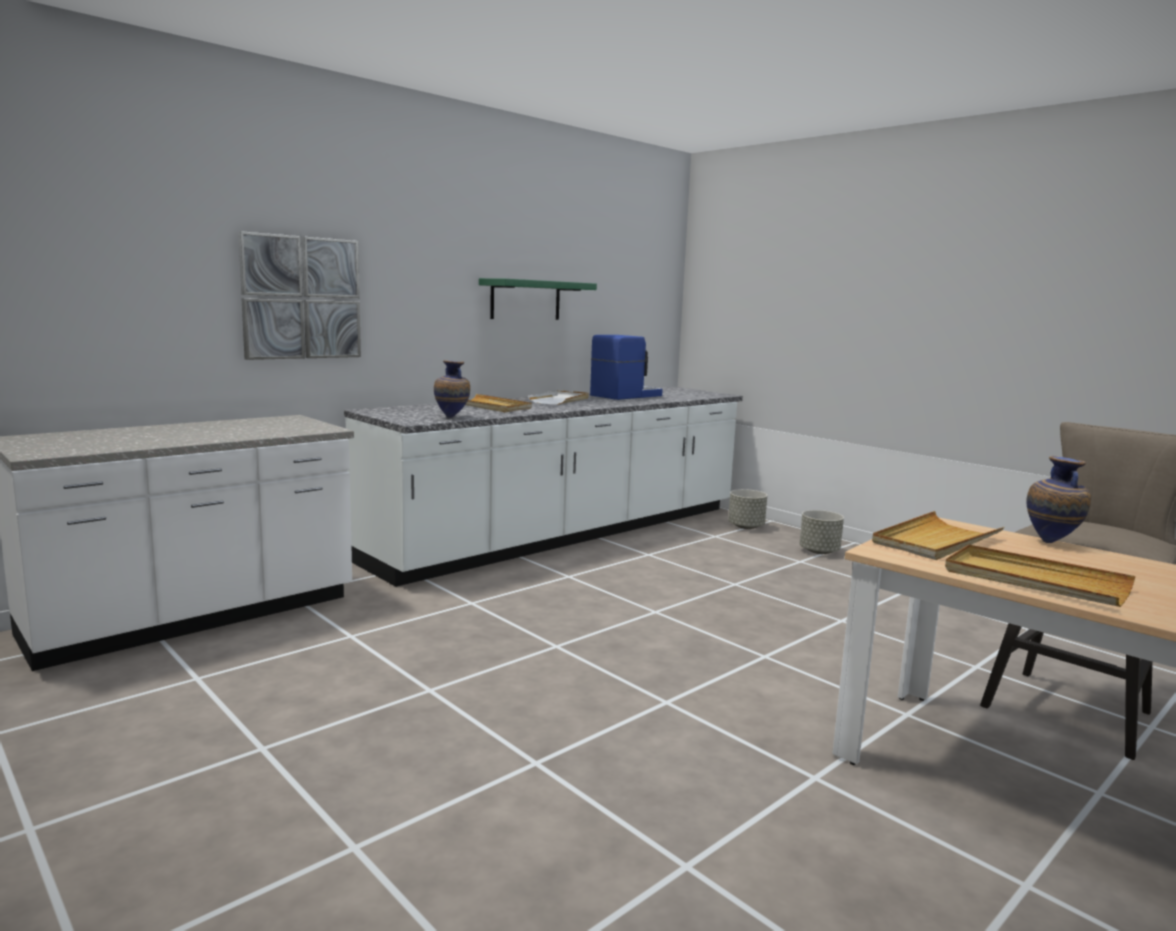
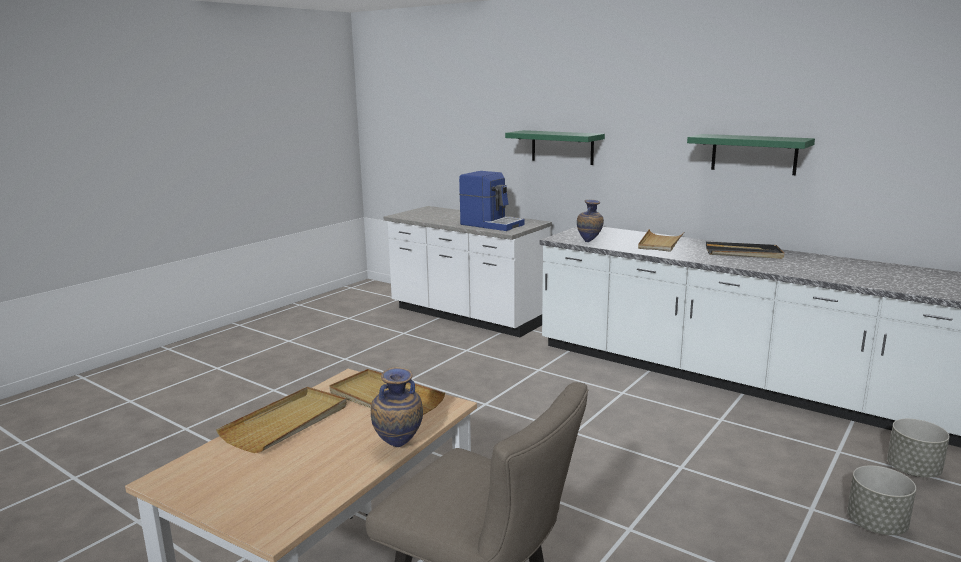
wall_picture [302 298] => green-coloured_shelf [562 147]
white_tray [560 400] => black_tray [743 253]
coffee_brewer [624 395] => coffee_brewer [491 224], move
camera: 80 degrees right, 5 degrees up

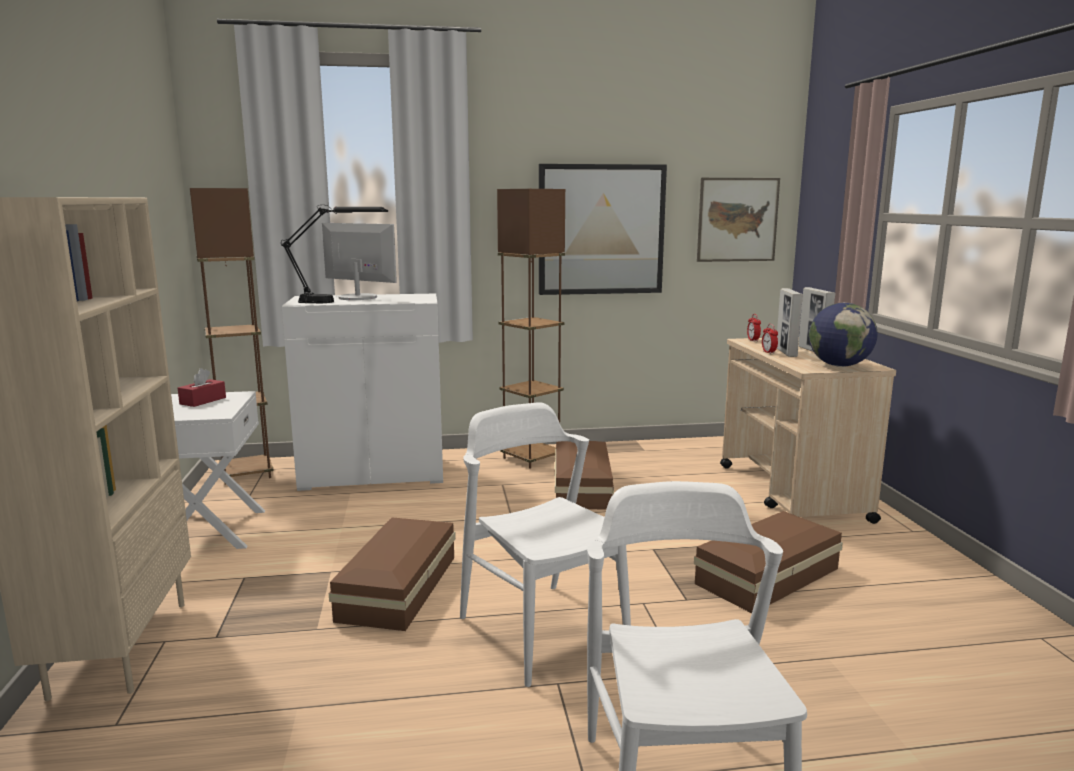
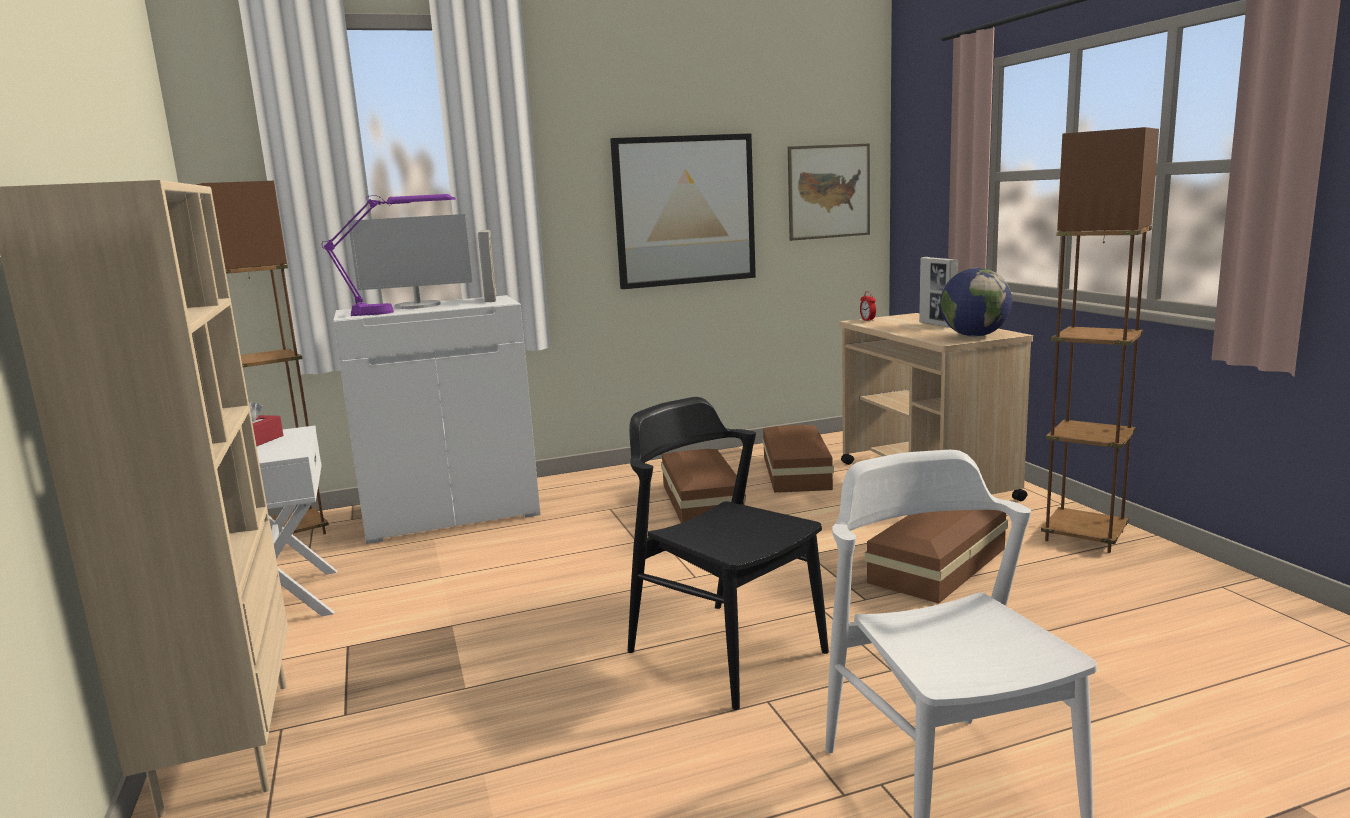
black_table_lamp [338 302] => purple_table_lamp [399 311]
computer_screen [358 297] => computer_screen [418 305], 150 degrees clockwise
brown_storage_bin [395 588] => brown_storage_bin [794 473], move
white_chair [542 630] => black_chair [726 651]
brown_floor_lamp [531 458] => brown_floor_lamp [1084 536], move
table_clock [768 352] => nothing
photo_frame [786 352] => photo_frame [491 299], move
camera: 10 degrees left, 0 degrees up

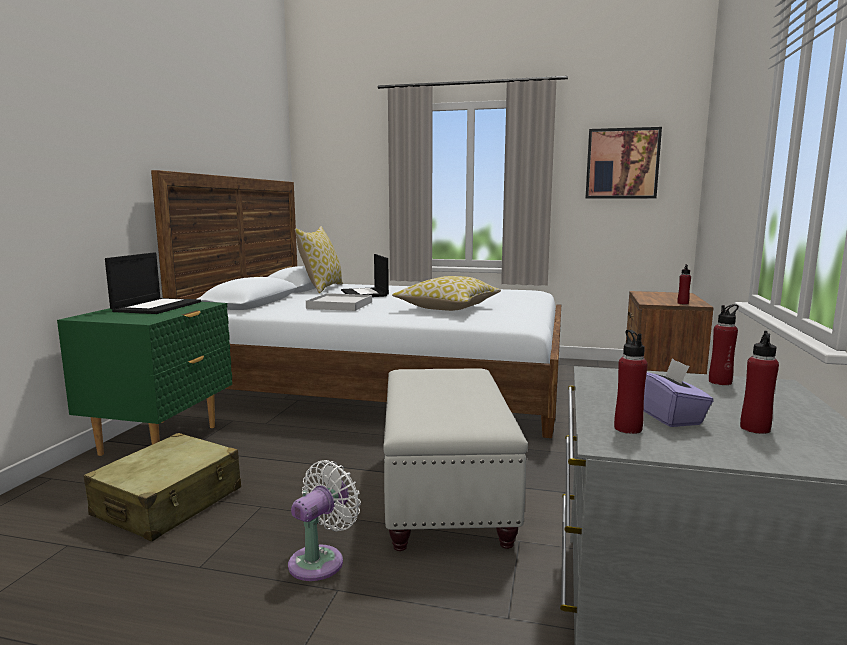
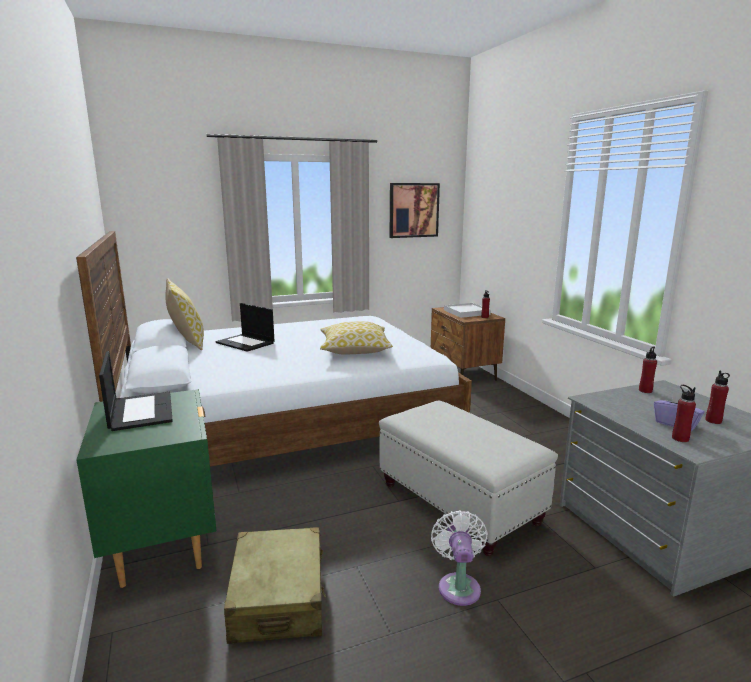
white_tray [340 305] => white_tray [466 312], move
camera: 35 degrees left, 5 degrees up

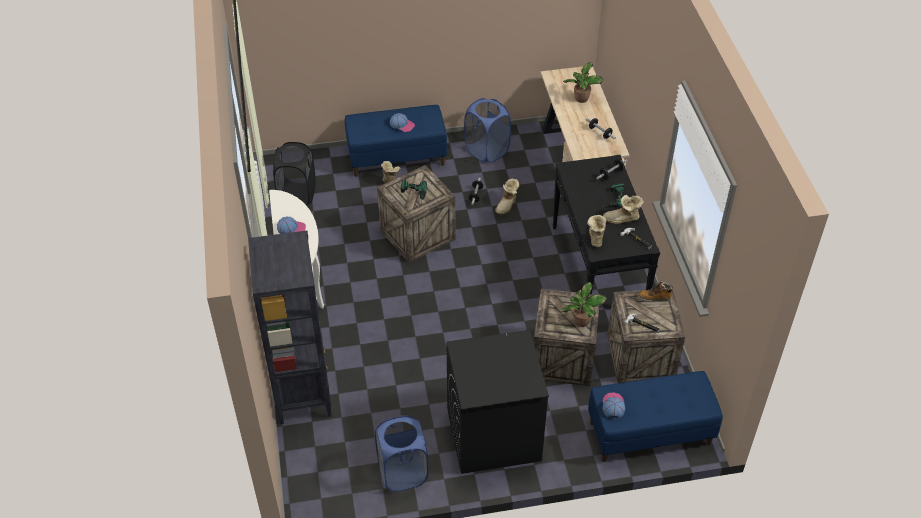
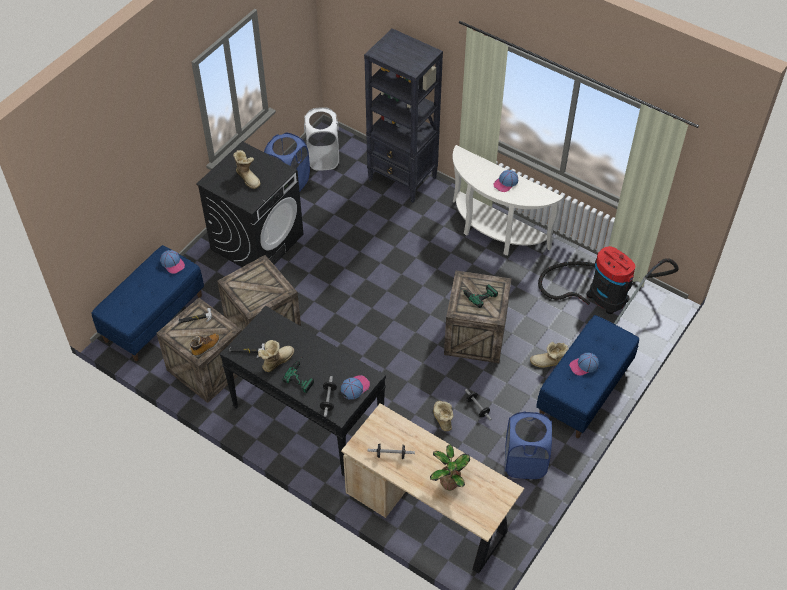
black_hamper [297 195] => hoover [603 295]
houseplant [581 322] => nothing
high-top_boot [595 237] => high-top_boot [248 178], move
nothing => white_hamper [323 158]
nothing => cap [355 387]
camera: 135 degrees right, 5 degrees up

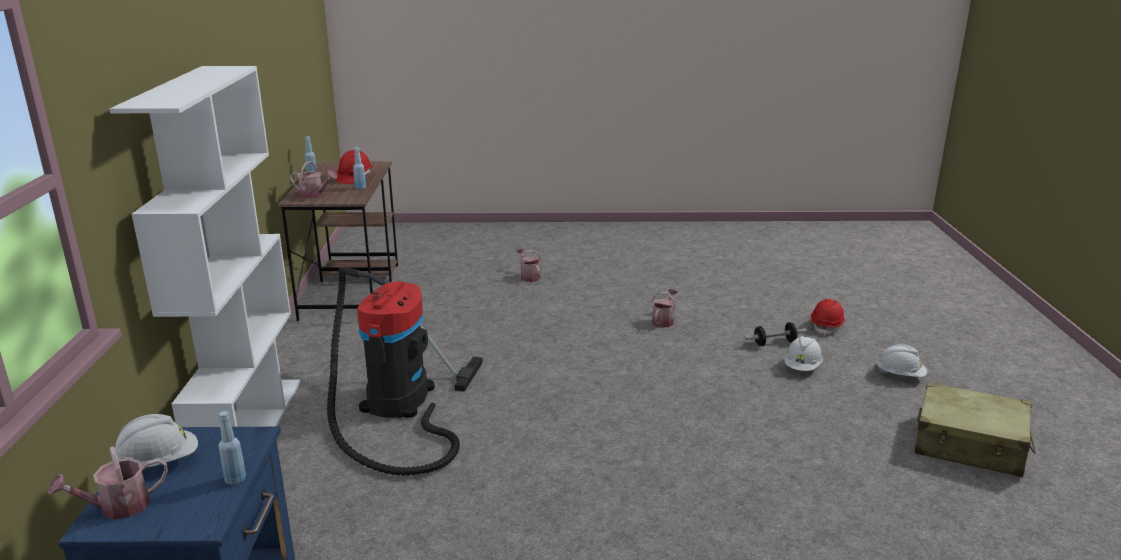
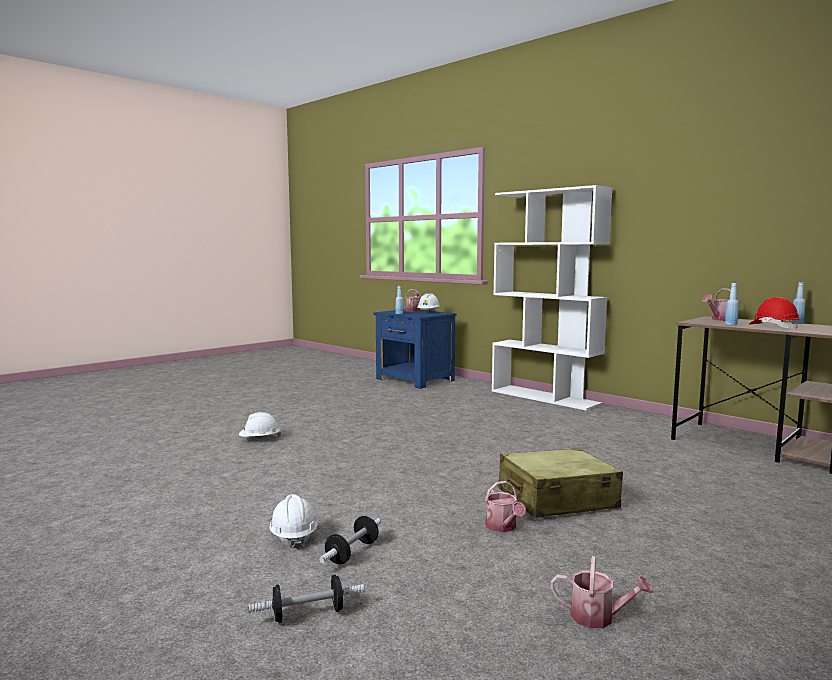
hoover [397 404] => nothing
watering_can [529 276] => watering_can [598 617], move
red-coloured_work_helmet [827 326] => free_weight [308 614]
white_work_helmet [900 375] => white_work_helmet [260 439], move
beige-coloured_suitcase [969 445] => beige-coloured_suitcase [556 499], move
camera: 135 degrees right, 15 degrees down

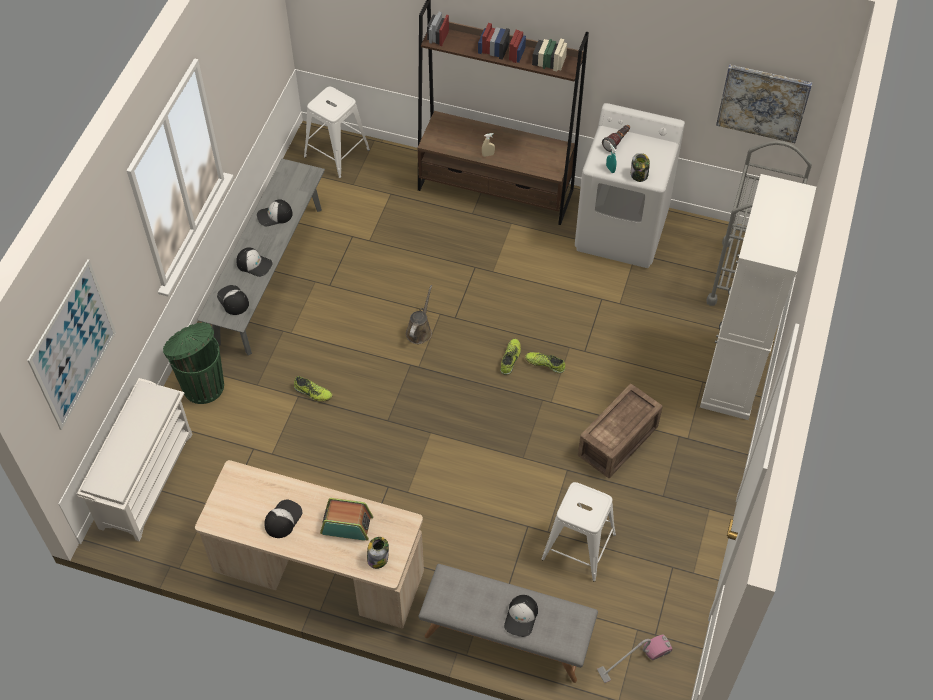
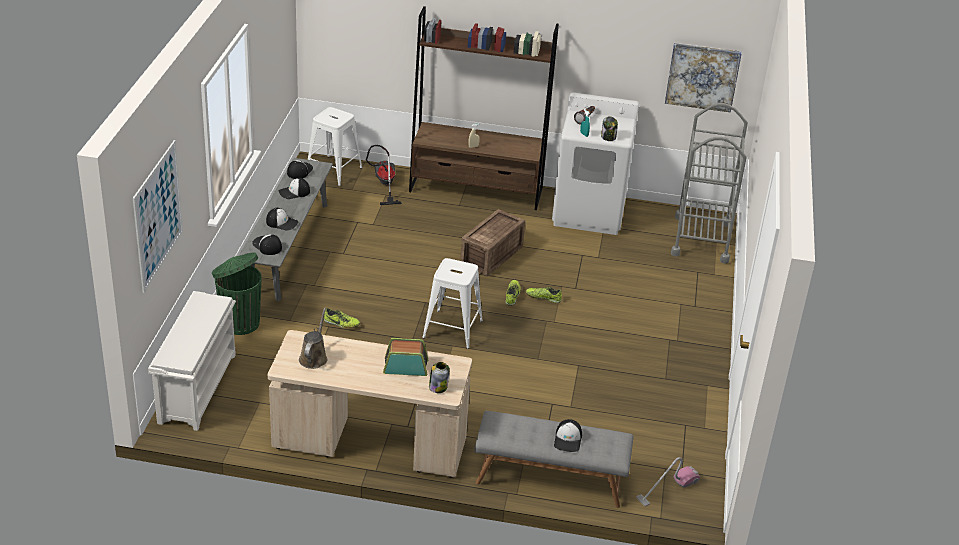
cap [282 519] => cap [299 171], move
brown_watering_can [419 330] => brown_watering_can [314 357], move
white_sitting_stool [579 546] => white_sitting_stool [453 329], move
shipping_crate [619 441] => shipping_crate [493 255], move
white_cupboard [733 374] => nothing
nothing => hoover [384 184]
camera: 10 degrees left, 20 degrees down

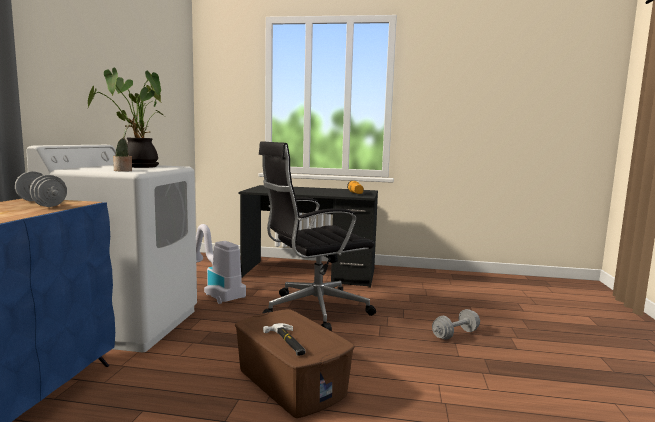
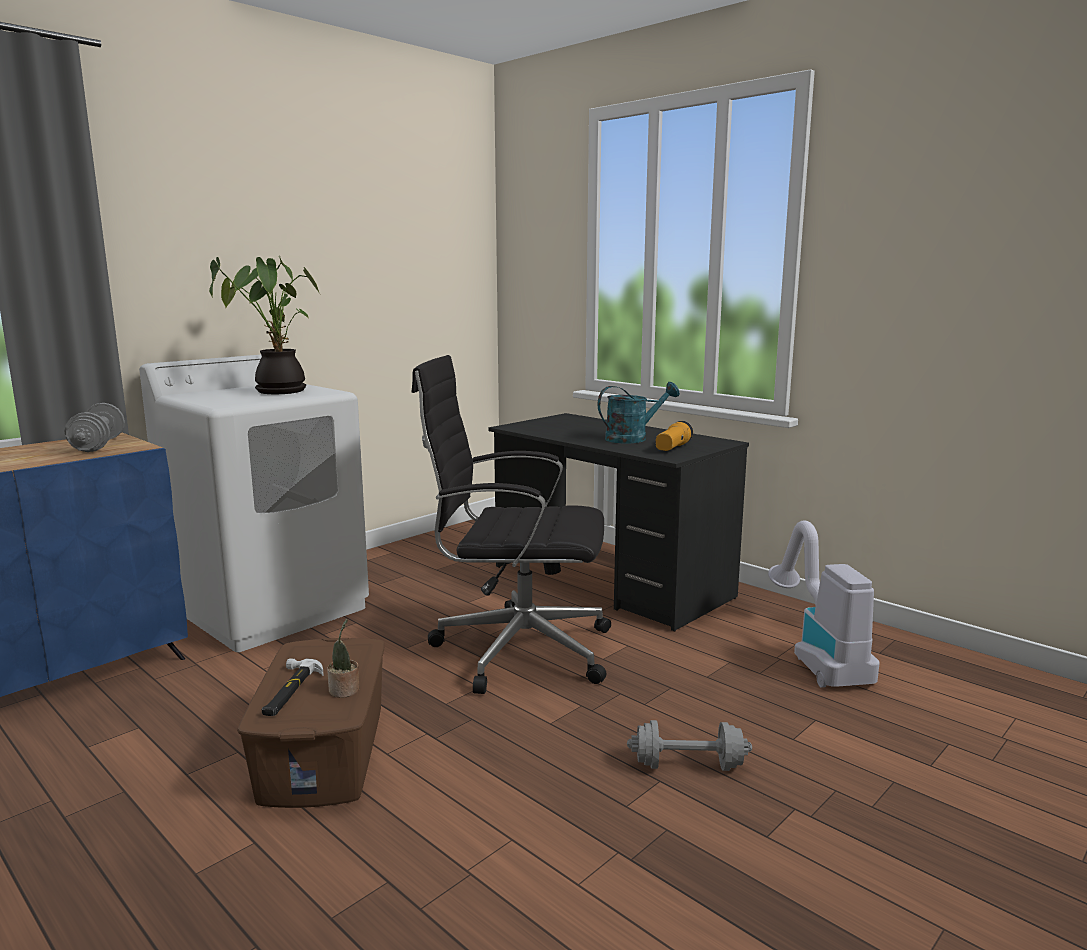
houseplant [124 171] => houseplant [345 691], move
hoover [216 292] => hoover [817 656], move
nothing => turquoise-coloured_watering_can [633 438]
camera: 35 degrees right, 5 degrees up

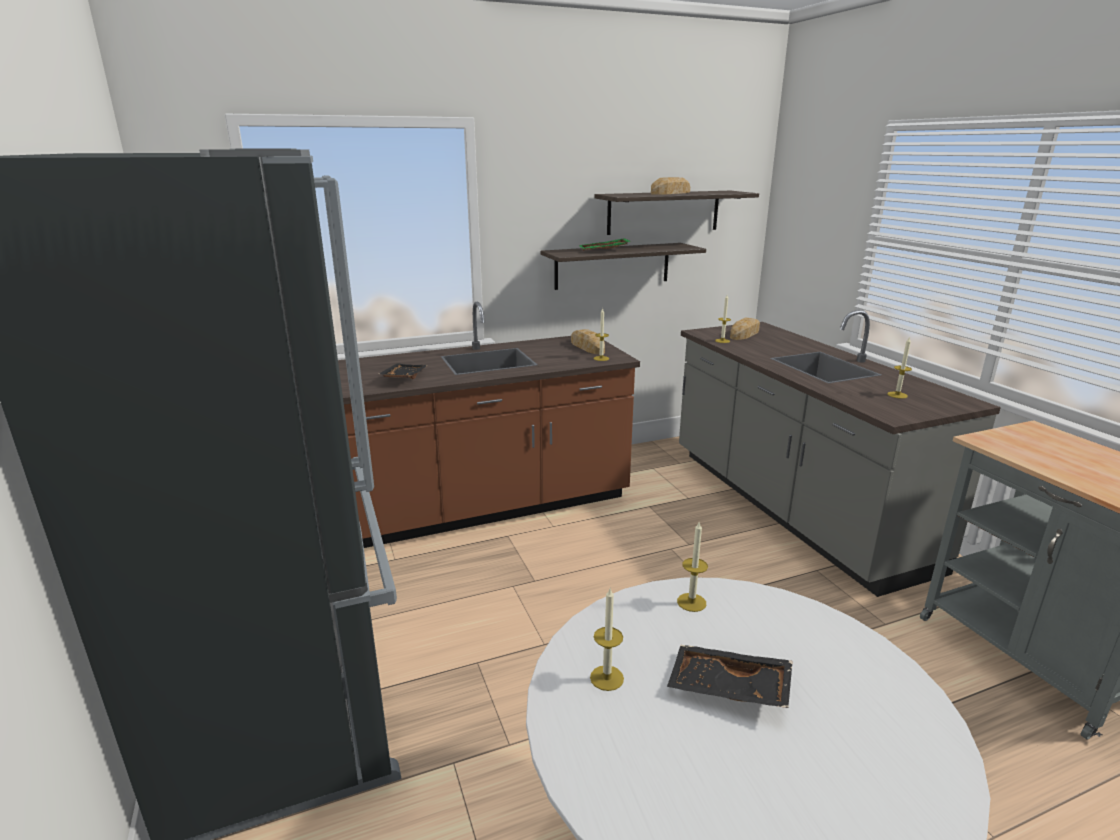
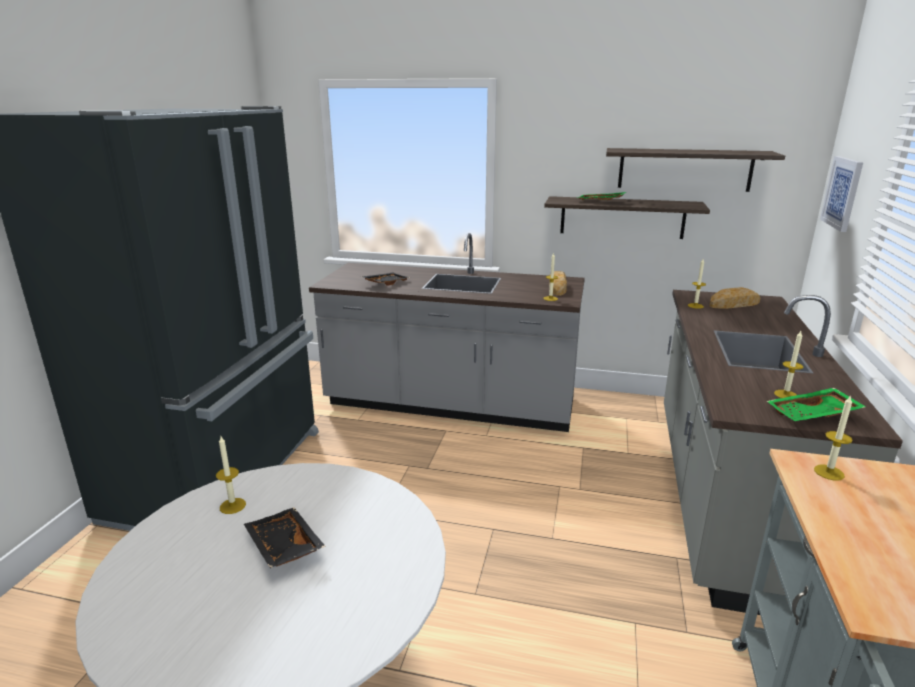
brown_counter [481 508] => grey_counter [450 405]
bakery_bread [670 193] => nothing
wax_light [691 602] => wax_light [829 472], move
nothing => green-coloured_tray [813 415]
nothing => wall_picture [842 193]
camera: 35 degrees right, 0 degrees up

